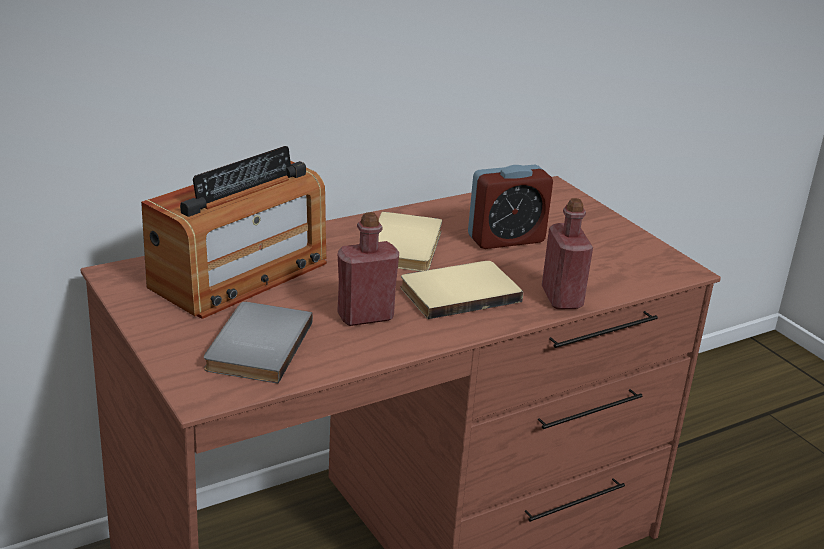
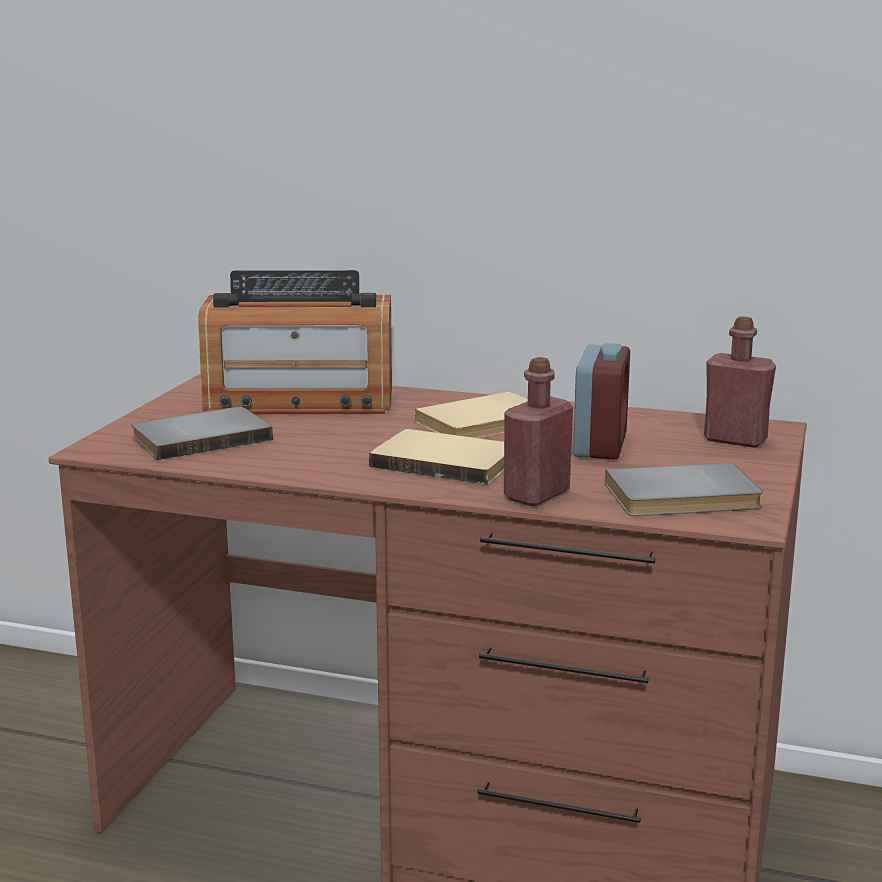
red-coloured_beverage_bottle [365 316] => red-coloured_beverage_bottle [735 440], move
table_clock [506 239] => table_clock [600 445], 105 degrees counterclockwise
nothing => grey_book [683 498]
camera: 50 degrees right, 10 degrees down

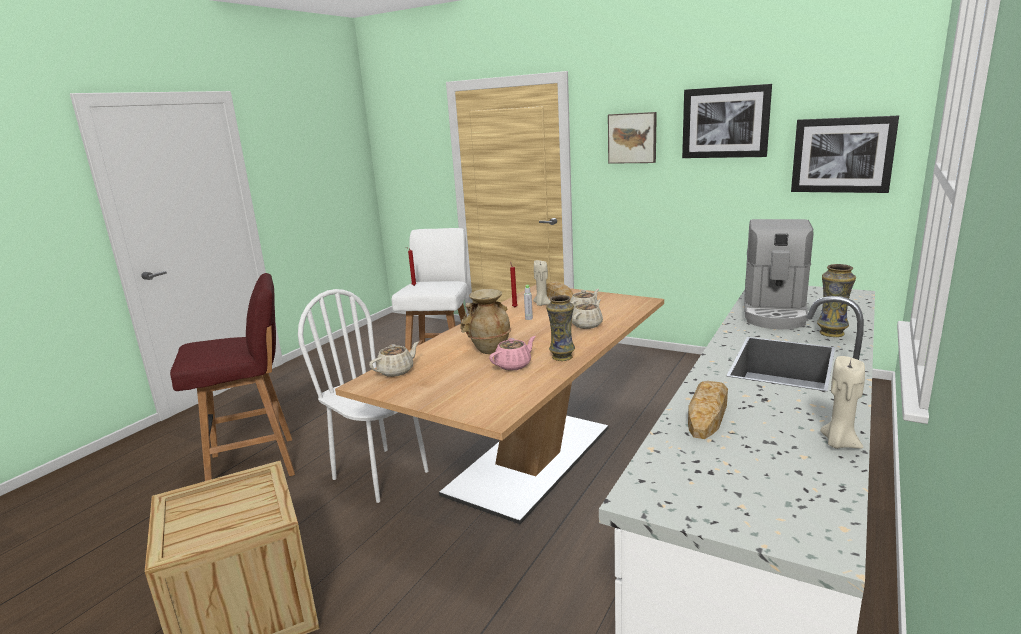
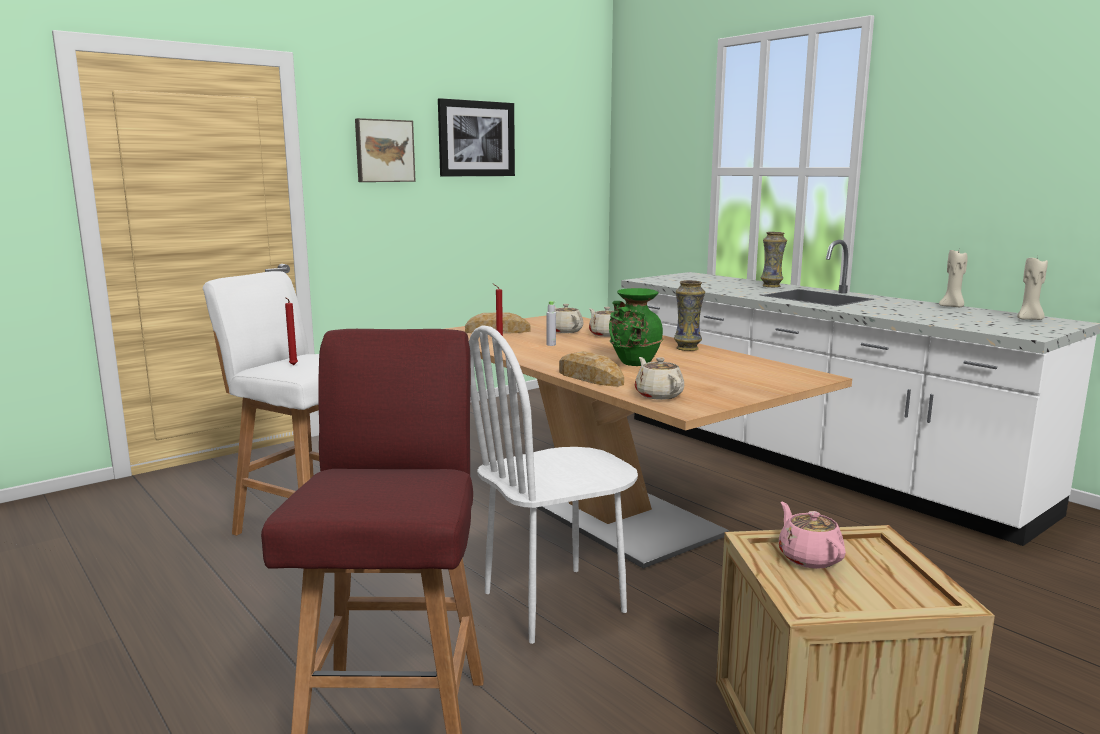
beige-coloured_flower_vase [489 349] => green-coloured_flower_vase [633 363]
pinkish_teapot [514 365] => pinkish_teapot [809 557], move
beige-coloured_wax_light [541 304] => beige-coloured_wax_light [1029 319], move
bakery_bread [707 415] => bakery_bread [589 378], move
coffee_brewer [774 313] => nothing
wall_picture [842 155] => nothing
camera: 70 degrees left, 5 degrees down

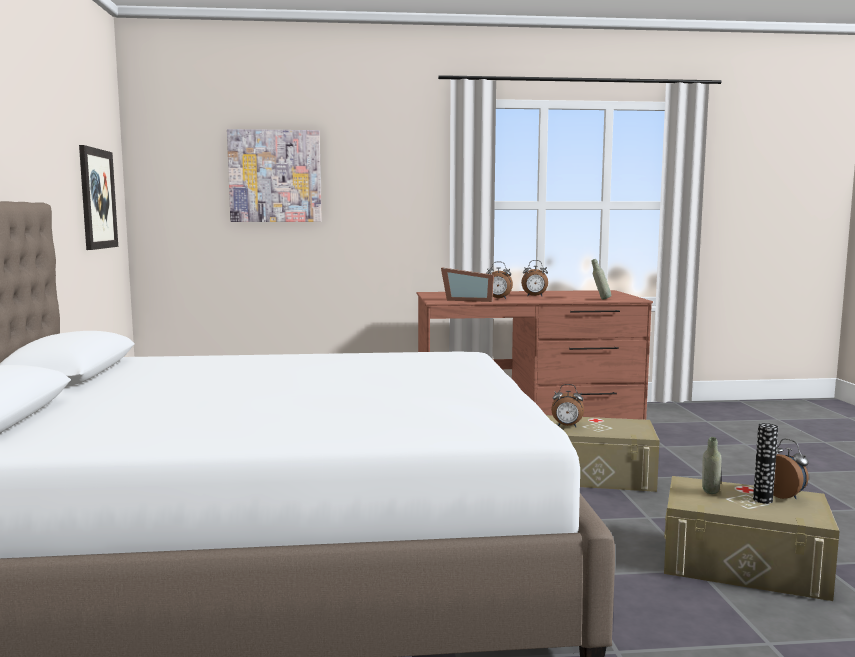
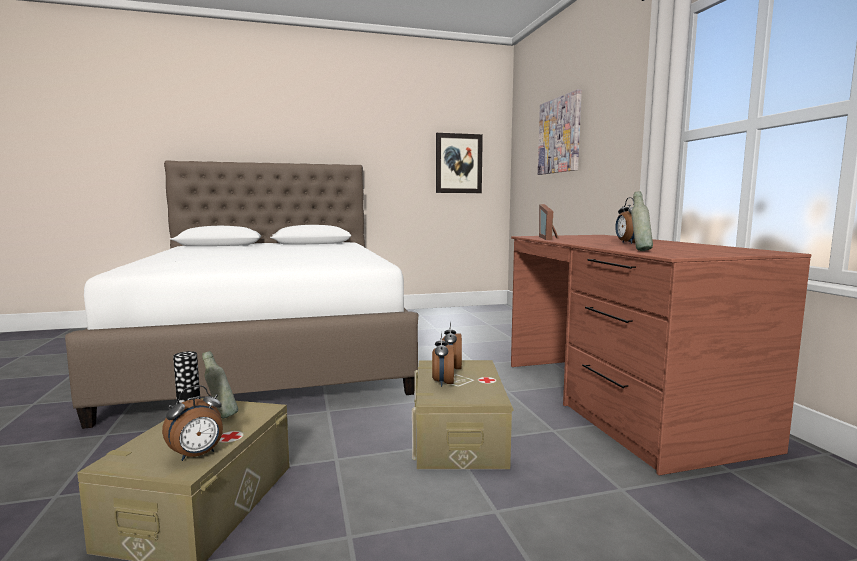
table_clock [498 298] => table_clock [442 383], move
camera: 80 degrees right, 0 degrees up

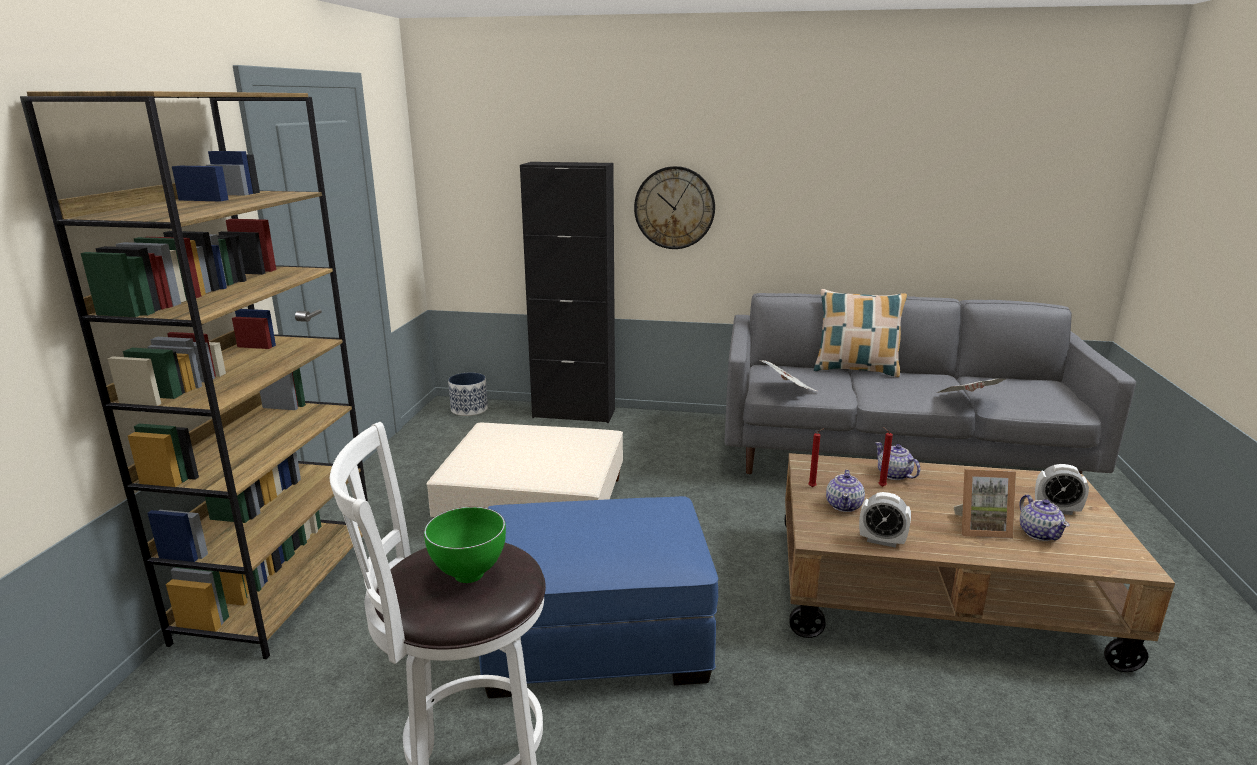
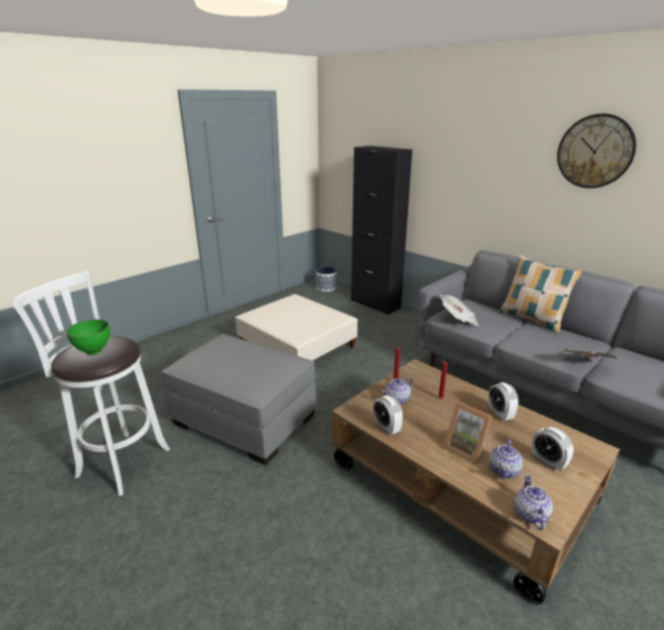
brown_bookcase [280 586] => nothing
blue_ottoman [597 637] => grey_ottoman [245 419]
hanging_clock [674 208] => hanging_clock [595 151], move
teapot [894 475] => teapot [530 514], move
nothing => table_clock [500 414]
camera: 35 degrees right, 5 degrees up

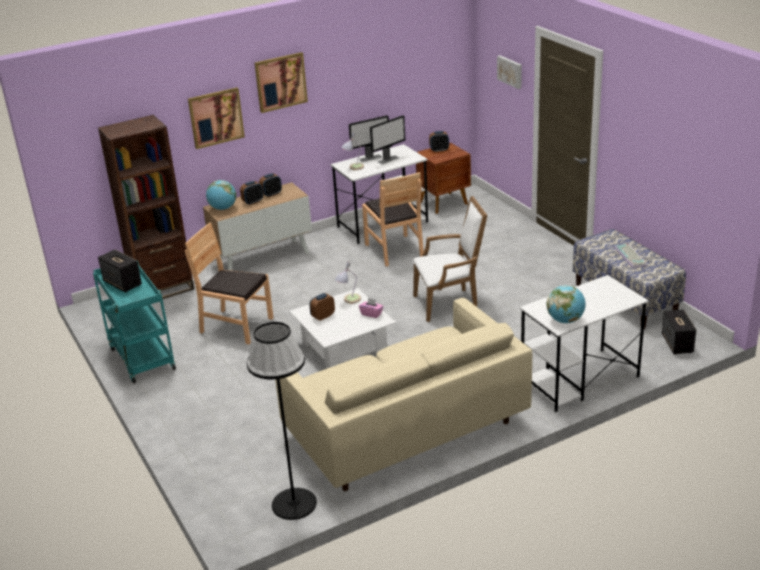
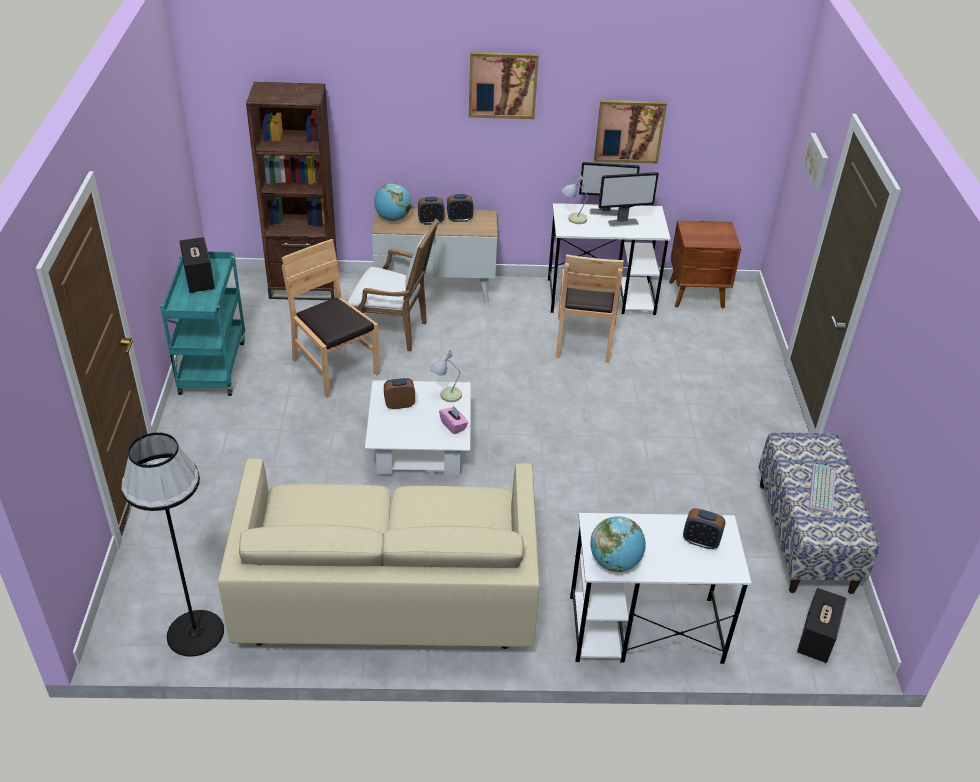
wall_picture [216 117] => wall_picture [629 131], move
white_armchair [450 303] => white_armchair [394 331], move
table_clock [439 150] => table_clock [700 541], move
camera: 25 degrees right, 10 degrees up

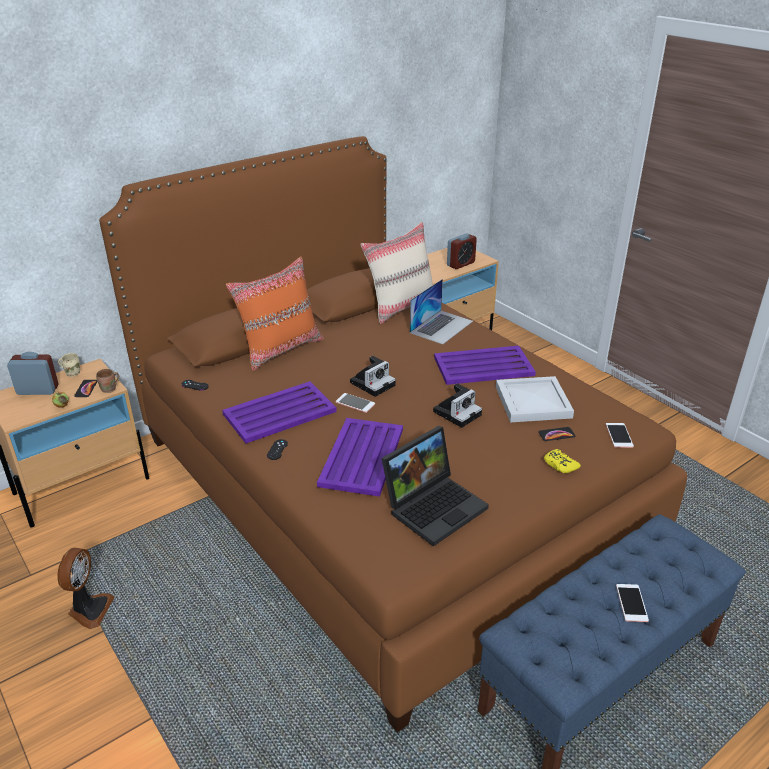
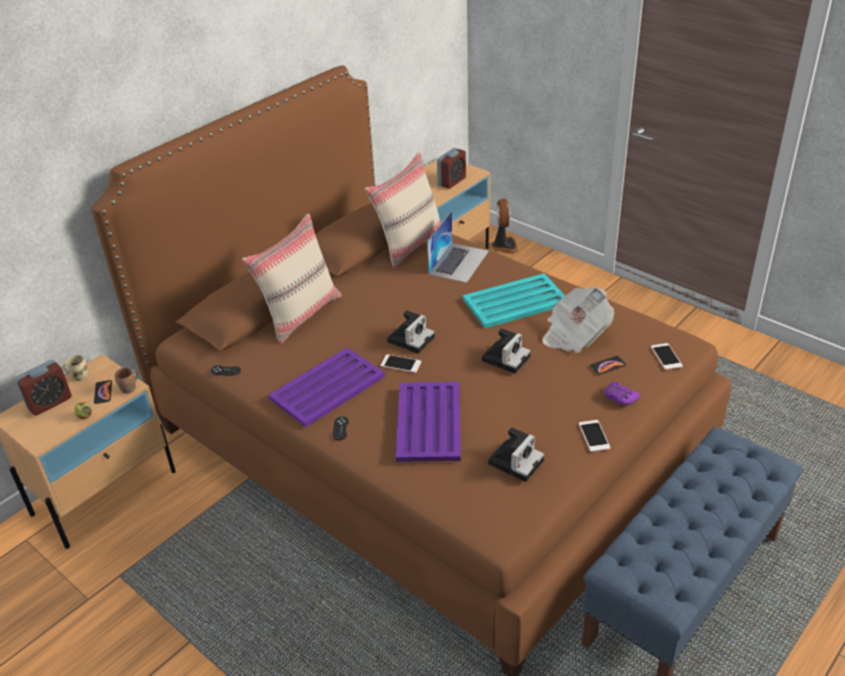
table_clock [38 390] => table_clock [49 402], 150 degrees clockwise
cooling_fan [89 609] => cooling_fan [504 246], move
orange_pillow [281 349] => beige-coloured_pillow [300 314]
notebook_computer [434 505] => still_camera [516 460]
purple_tray [484 366] => turquoise-coloured_tray [516 302]
white_tray [532 402] => daily_paper [575 335]
yellow-coloured_game_controller [560 465] => purple_game_controller [620 397]
handset [631 603] => handset [594 436], move
camera: 10 degrees left, 5 degrees up

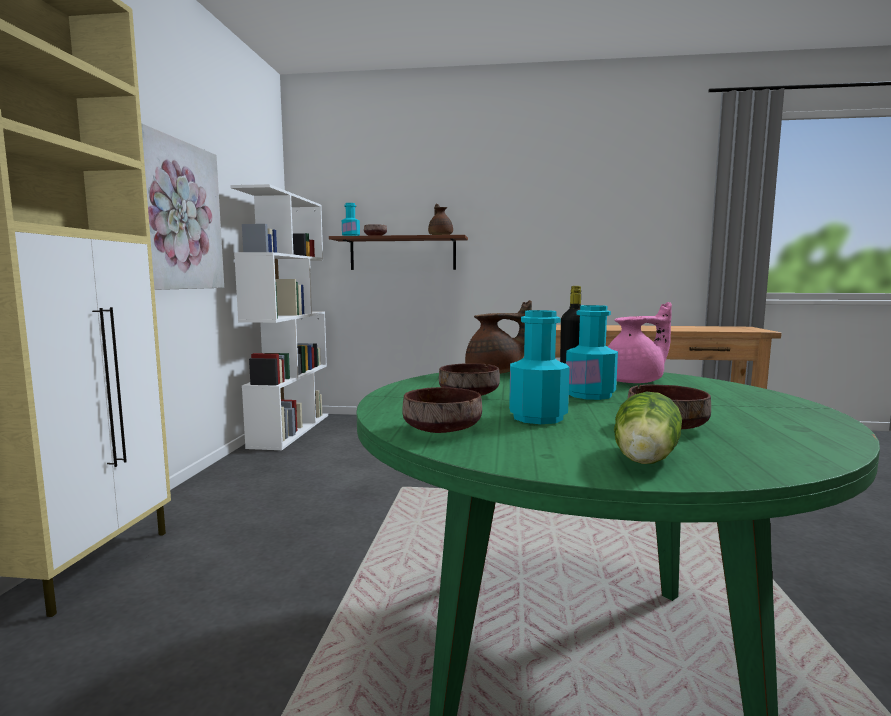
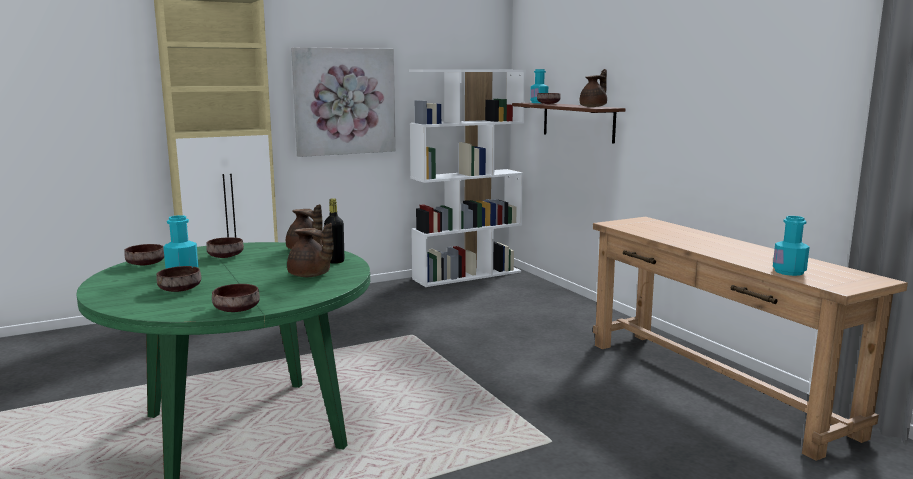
turquoise-coloured_beverage_bottle [590 395] => turquoise-coloured_beverage_bottle [789 272], move
pinkish_teapot [635 381] => brown_teapot [310 275]
lettuce_head [644 460] => nothing
nothing => brown_deep_dish [238 310]
camera: 55 degrees right, 5 degrees up

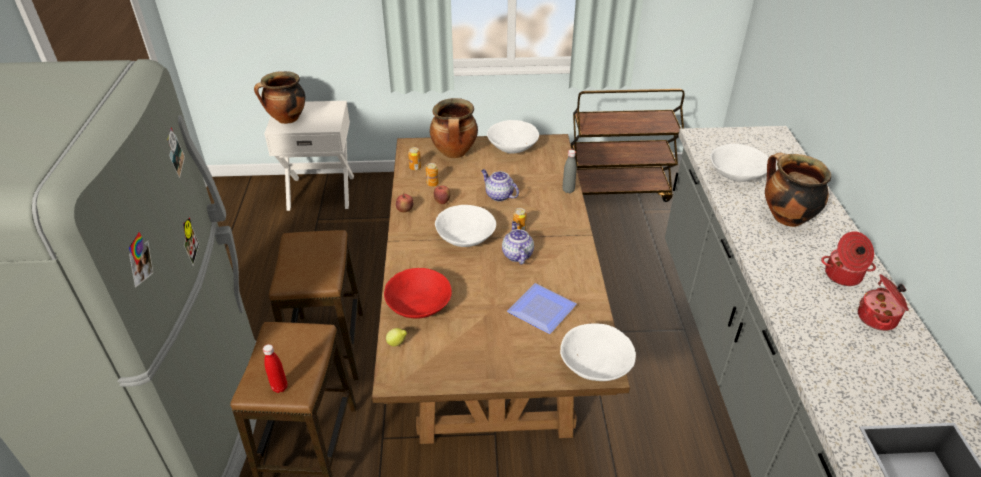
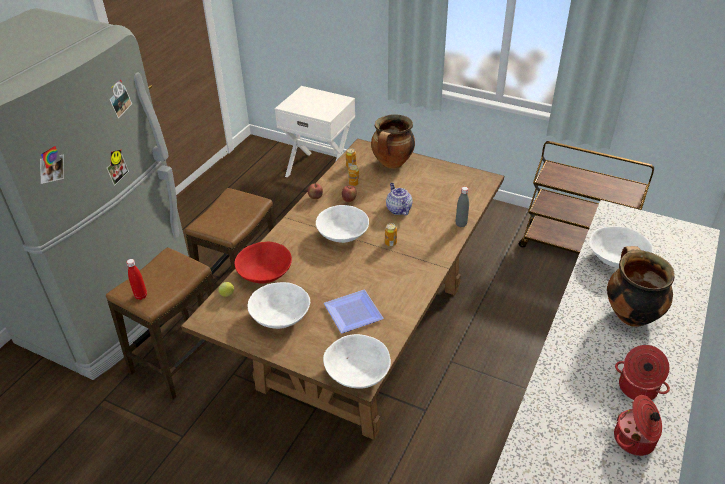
cooking_pot [286 119] => nothing
white_deep_dish [513 147] => white_deep_dish [280 317], move
teapot [517 254] => nothing
camera: 30 degrees right, 0 degrees up

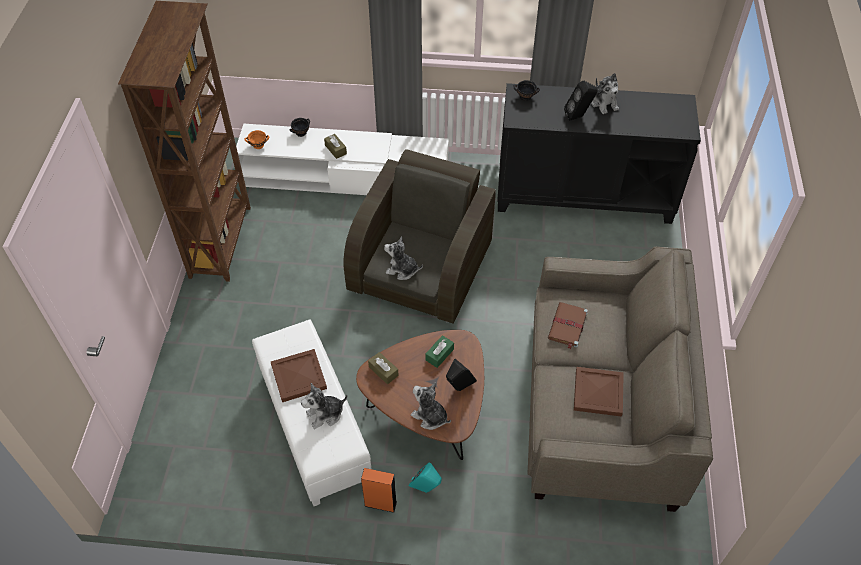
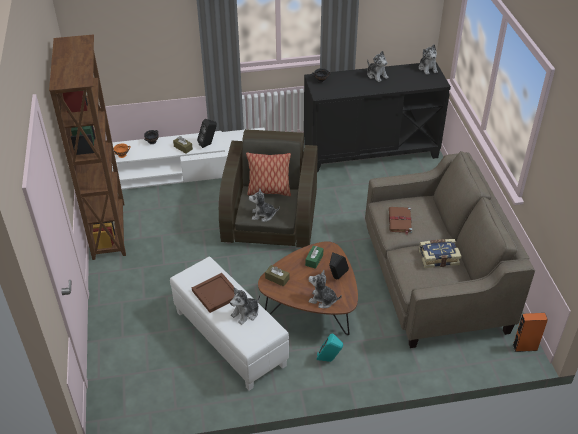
orange_audio_speaker [380 503] => orange_audio_speaker [525 347], move
black_audio_speaker [578 116] => black_audio_speaker [208 144], move
brown_tray [599 393] => book [438 257]
nothing => pillow [269 191]
nothing => plush_toy [427 68]
camera: 15 degrees left, 10 degrees down

